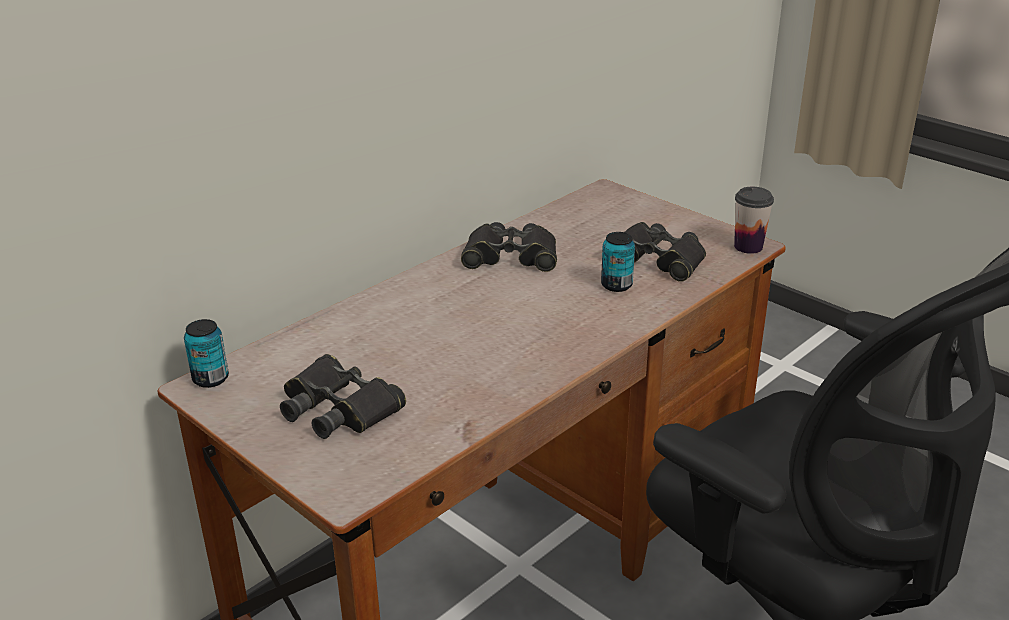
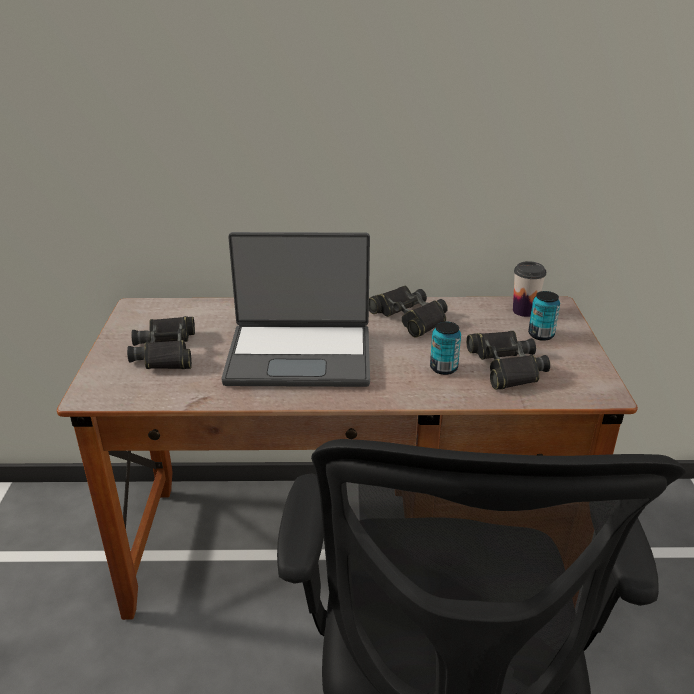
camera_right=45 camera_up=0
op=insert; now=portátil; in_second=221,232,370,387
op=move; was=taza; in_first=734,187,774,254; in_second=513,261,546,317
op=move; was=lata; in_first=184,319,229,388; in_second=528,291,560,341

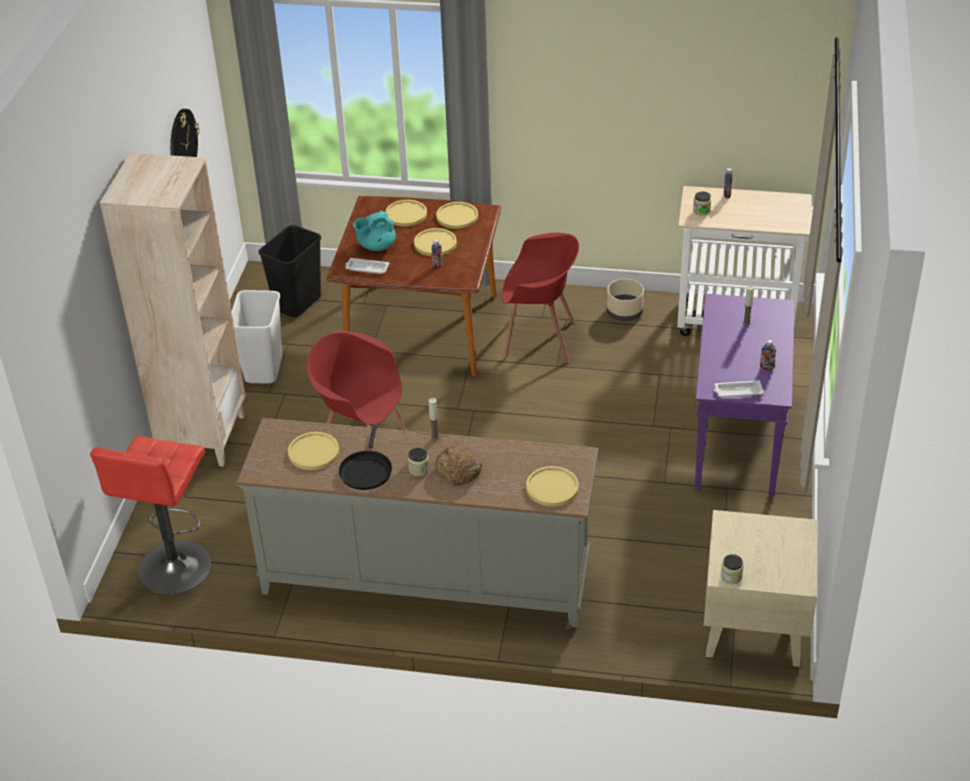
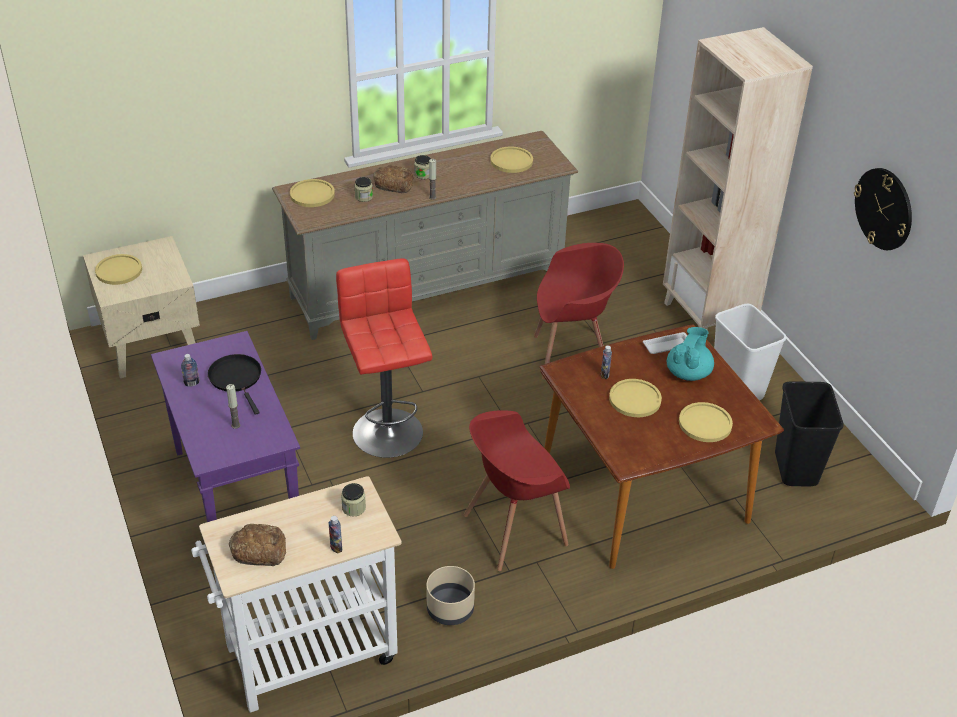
camera_right=145 camera_up=0
op=move; was=plato (amarillo); in_first=436,202,478,229; in_second=95,254,142,285
op=move; was=sartén (negro); in_first=339,425,392,490; in_second=208,354,261,415
op=insert; now=pan; in_second=229,524,286,566
op=move; was=taburete (rojo); in_first=90,436,211,594; in_second=336,258,432,458
op=move; was=tarro; in_first=721,554,744,584; in_second=354,177,373,202
op=delete; was=bandeja (blanco); in_first=714,380,764,397

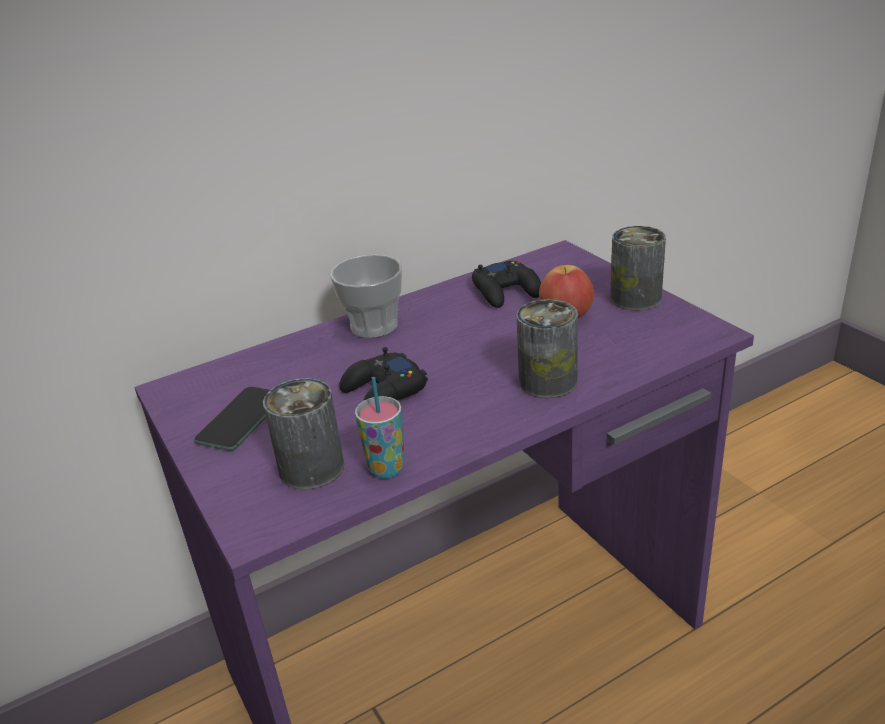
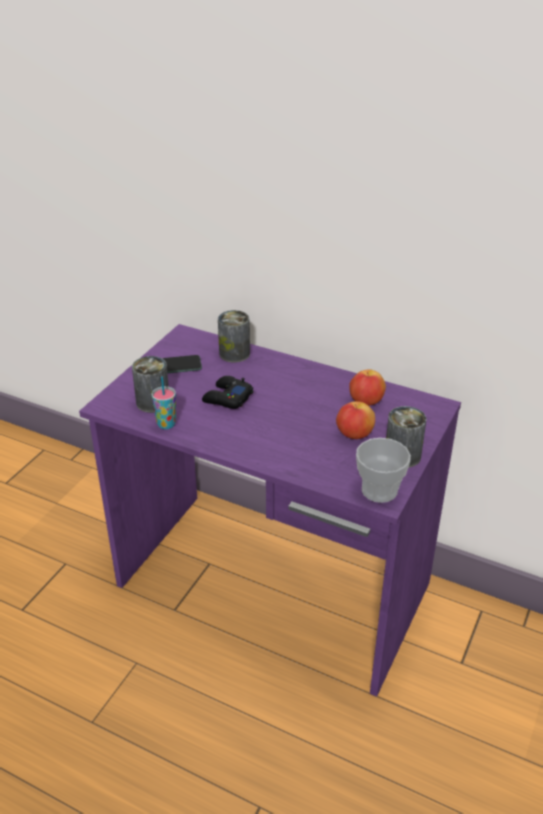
camera_right=55 camera_up=5
op=move; was=lata; in_first=516,299,578,398; in_second=218,310,250,362
op=replace; was=mando de consola (negro); now=manzana; in_first=472,260,541,308; in_second=349,369,386,406
op=move; was=taza; in_first=330,255,402,338; in_second=356,438,411,503

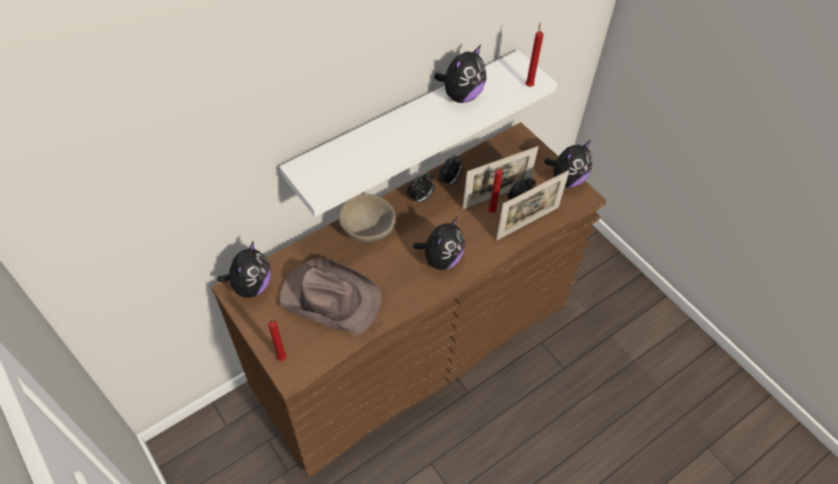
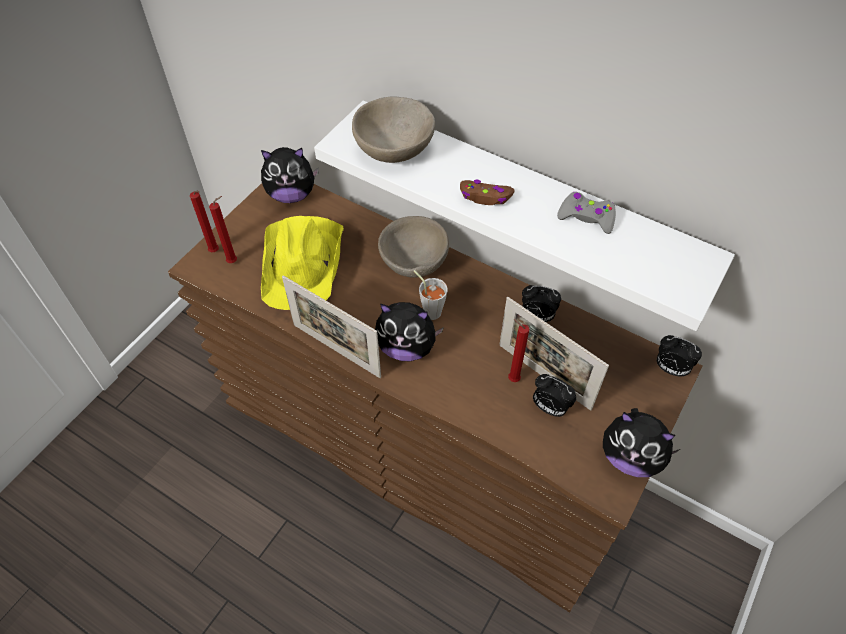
camera_right=70 camera_up=0
op=move; was=vela (rojo); in_first=526,22,544,87; in_second=209,196,237,263
op=recolor; was=sombrero (marrón); now=sombrero (amarillo); in_first=279,258,382,336; in_second=261,216,344,310
op=move; was=portarretratos; in_first=496,170,569,241; in_second=282,275,381,378
op=insert; now=cuenco (beis); in_second=352,97,435,163
op=insert; now=taza (gris); in_second=413,270,447,320
op=insert; now=mando de consola (marrón); in_second=460,179,515,205
op=replace; was=peluche; now=mando de consola (gris); in_first=434,45,486,103; in_second=557,192,616,234
op=move; was=despertador; in_first=407,173,434,204; in_second=657,335,702,376

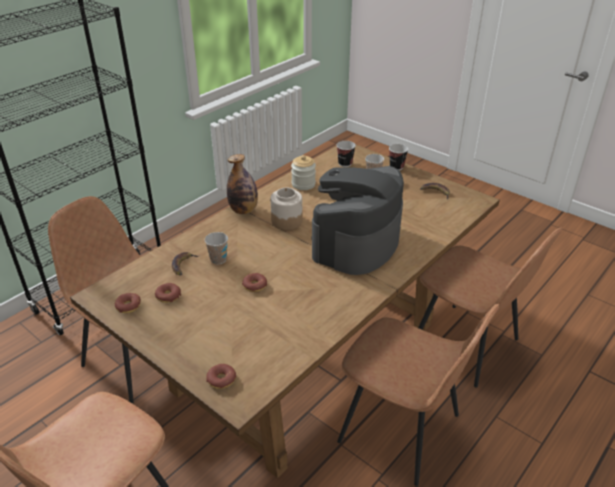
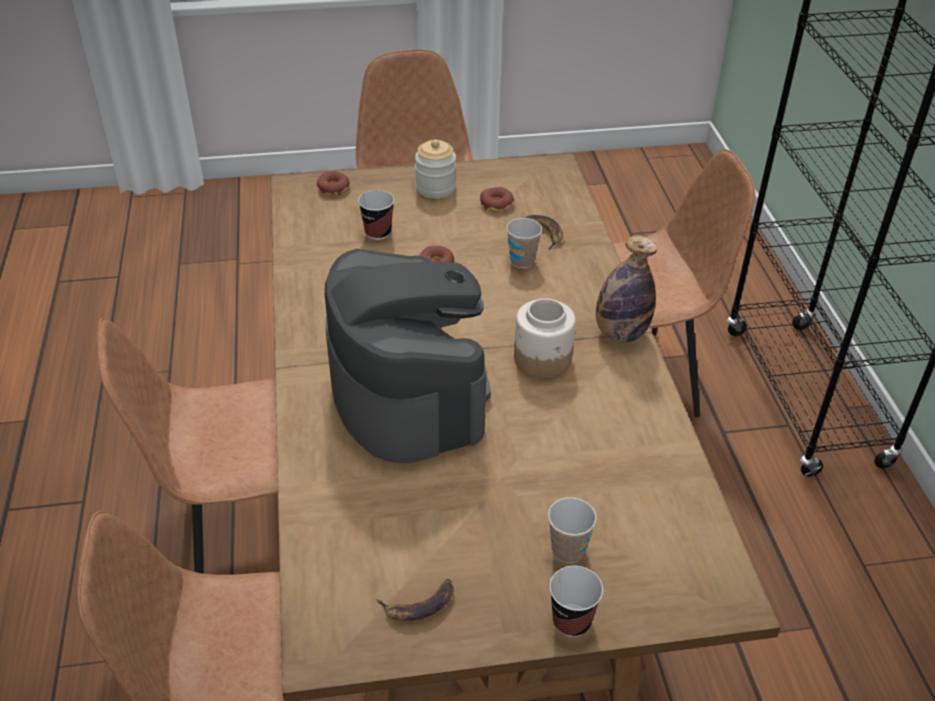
camera_right=130 camera_up=5
op=move; was=taza; in_first=337,141,356,167; in_second=358,190,394,240
op=move; was=tarro; in_first=291,155,316,190; in_second=415,140,456,199
op=delete; was=rosquilla; in_first=115,293,141,313

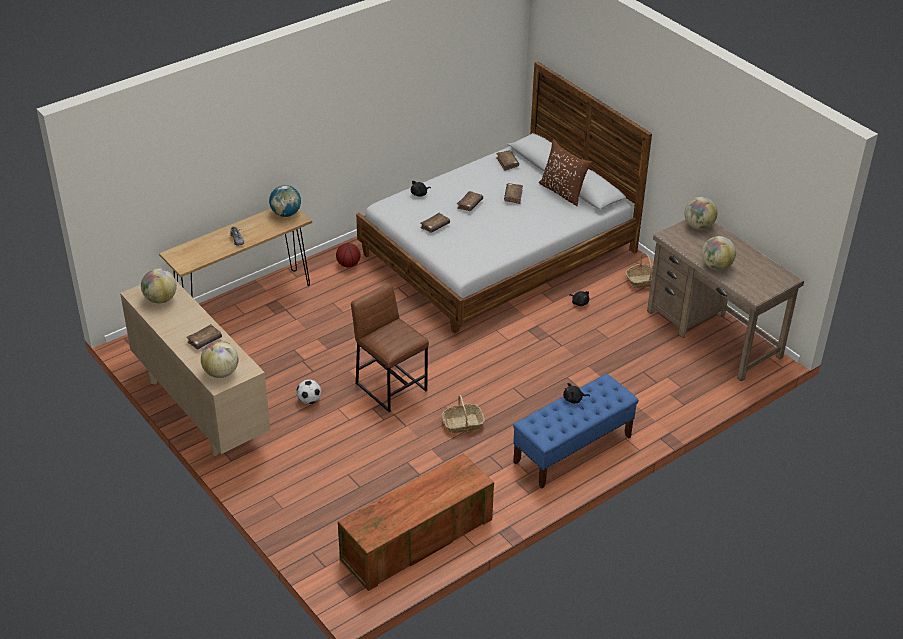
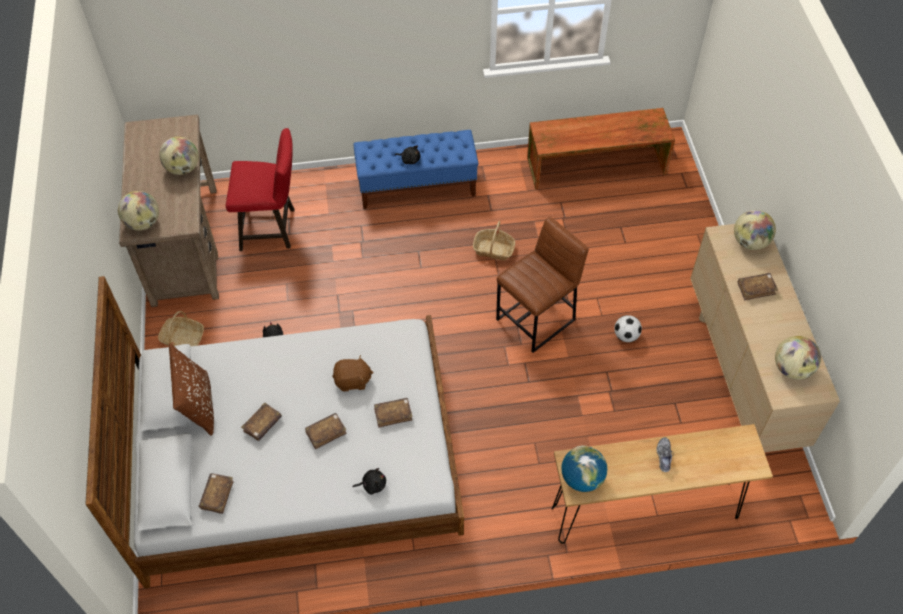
camera_right=-150 camera_up=15
op=insert; now=taburete (rojo); in_second=226,128,295,251
op=insert; now=peluche (marrón); in_second=332,355,374,392
op=rotate; was=silla (marrón); in_first=351,283,429,412; in_second=496,217,589,353; clockwise=-120
op=delete; was=balón de baloncesto; in_first=336,243,360,268

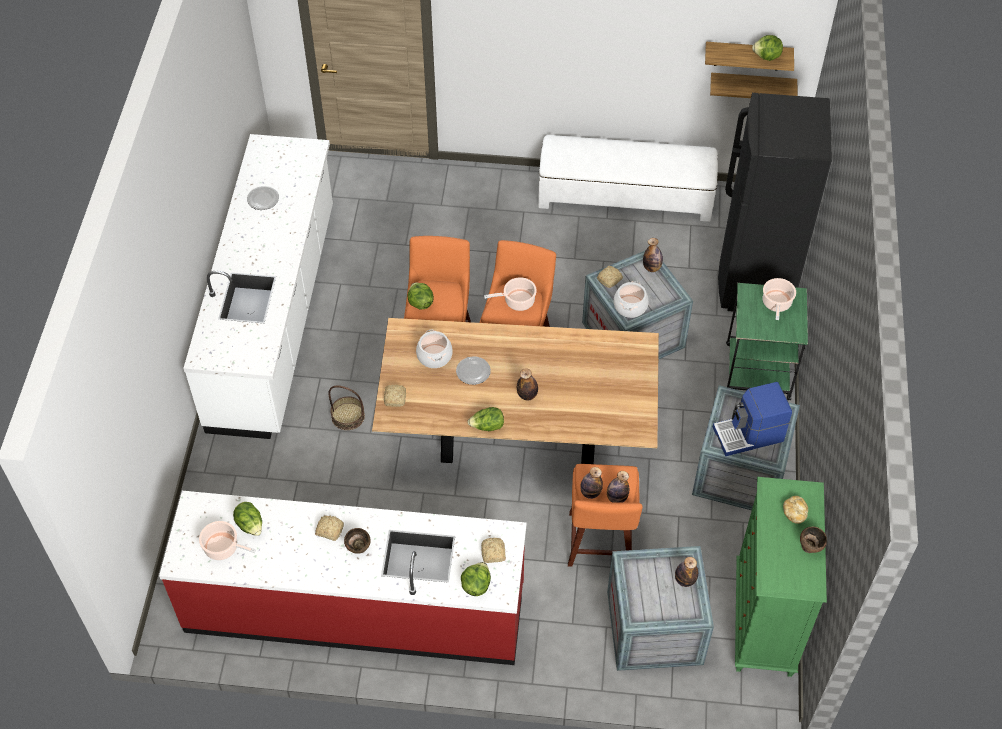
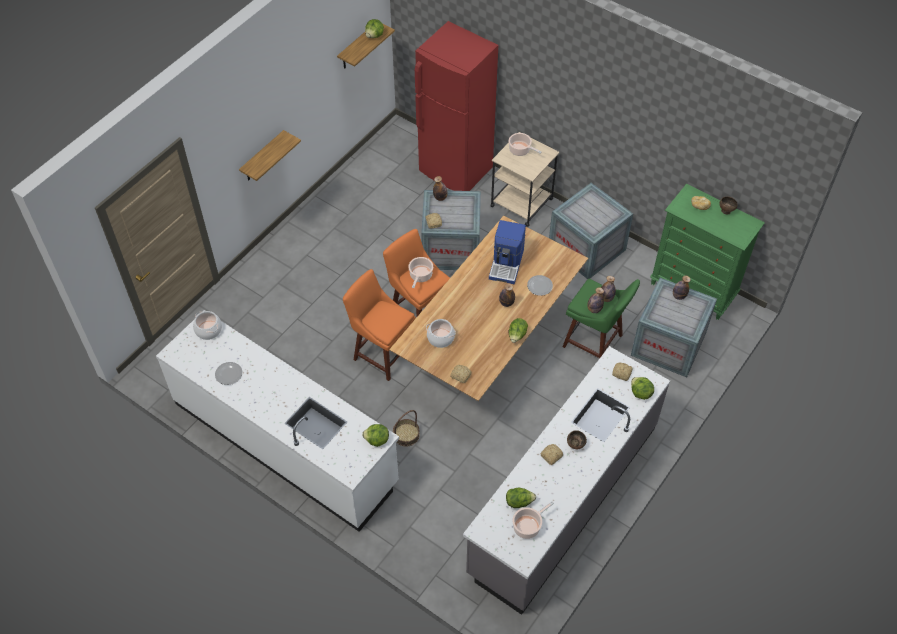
camera_right=-60 camera_up=0
op=move; was=olla; in_first=614,281,649,318; in_second=193,311,222,340
op=move; was=estante; in_first=710,73,798,98; in_second=239,130,301,181
op=move; was=lechuga; in_first=407,283,434,309; in_second=362,424,389,447
op=recolor; was=nevera (negro); now=nevera (rojo); in_first=718,93,832,311; in_second=415,21,498,191
op=recolor; was=mueble bajo de cocina (rojo); now=mueble bajo de cocina (gris); in_first=159,491,527,665; in_second=463,346,670,615
op=move; was=cafetera; in_first=713,382,792,456; in_second=489,220,526,284
op=recolor; was=carrito (verde); now=carrito (beis); in_first=726,283,808,400; in_second=490,132,559,227
op=move; was=plato; in_first=456,356,491,385; in_second=527,275,553,296
op=recolor; was=taburete (naranja); now=taburete (verde); in_first=568,464,643,567; in_second=562,279,640,359
op=delete; was=banco (blanco); in_first=538,135,718,222

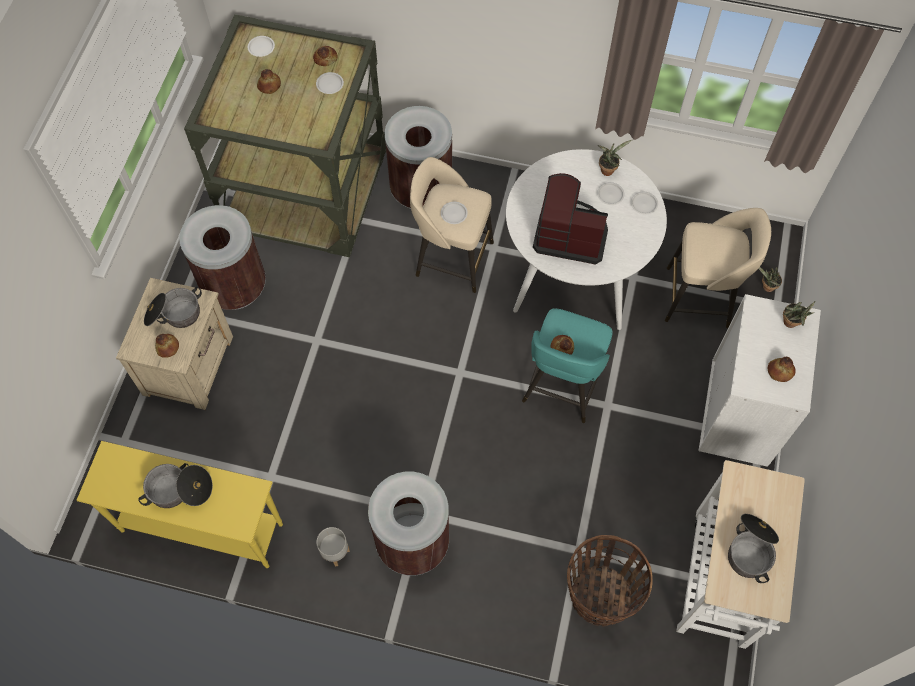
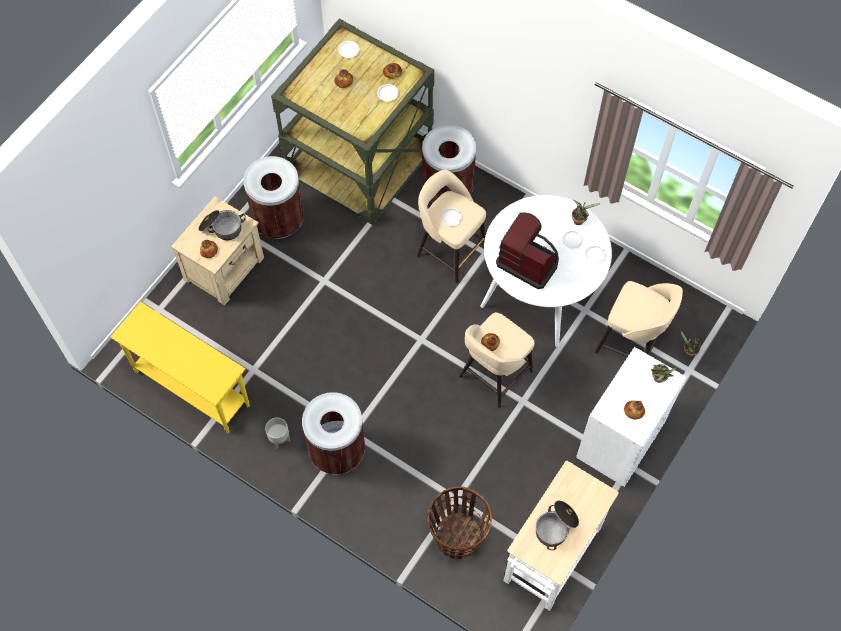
camera_right=20 camera_up=0
op=recolor; was=taburete (turquesa); now=taburete (beis); in_first=522,308,613,423; in_second=459,312,534,408
op=delete; was=olla; in_first=138,463,213,508

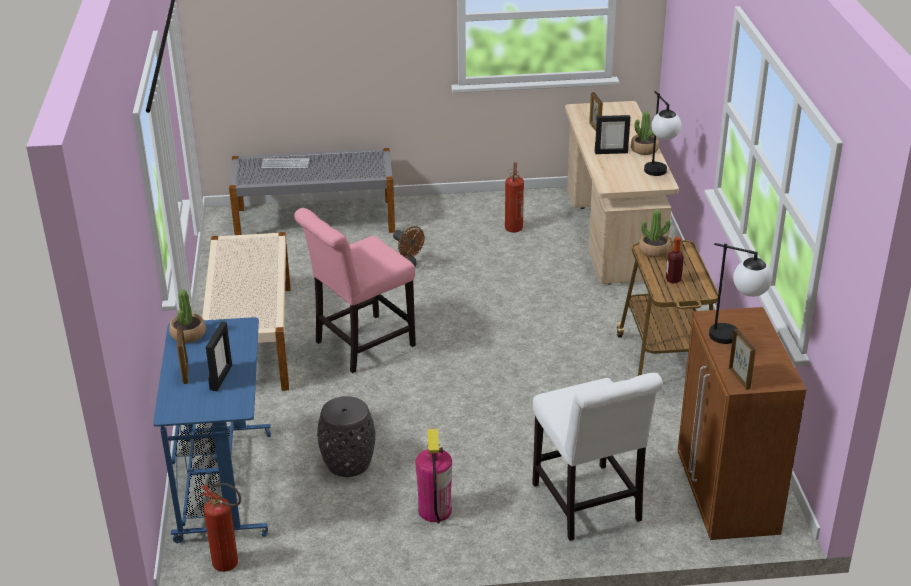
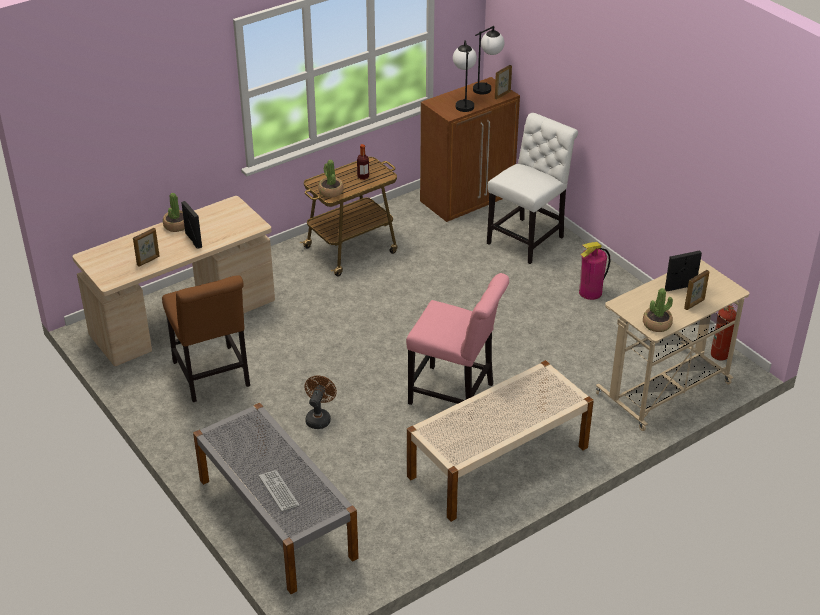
camera_right=-120 camera_up=5
op=replace; was=extintor; now=silla (marrón); in_first=505,162,524,233; in_second=162,275,250,402
op=move; was=lámpara de mesa; in_first=644,91,681,176; in_second=473,26,504,95
op=recolor; was=escritorio (azul); now=escritorio (beis); in_first=153,317,271,543; in_second=596,260,749,431
op=delete; was=taburete (gris); in_first=317,396,376,477

